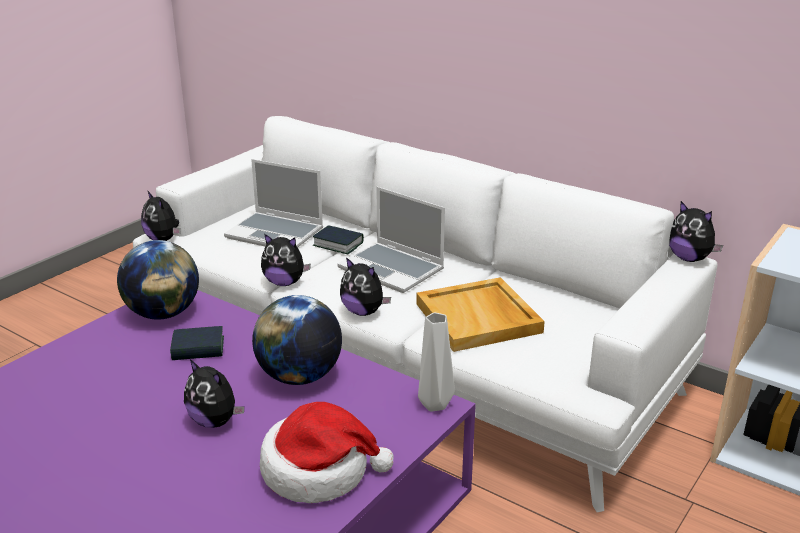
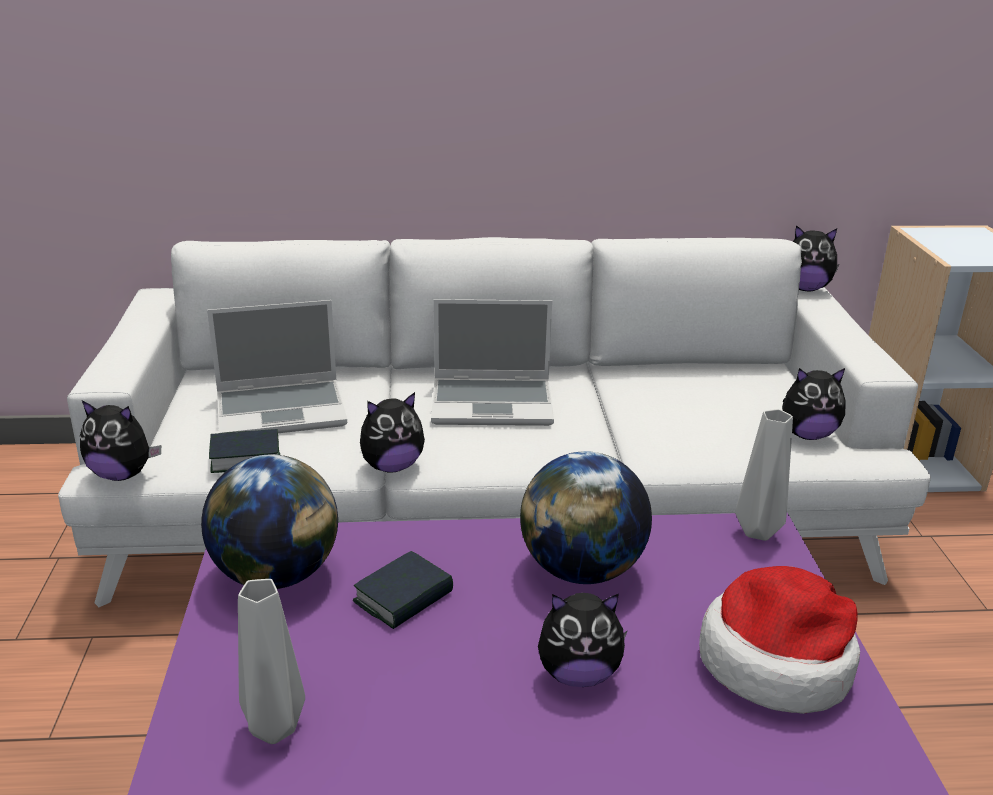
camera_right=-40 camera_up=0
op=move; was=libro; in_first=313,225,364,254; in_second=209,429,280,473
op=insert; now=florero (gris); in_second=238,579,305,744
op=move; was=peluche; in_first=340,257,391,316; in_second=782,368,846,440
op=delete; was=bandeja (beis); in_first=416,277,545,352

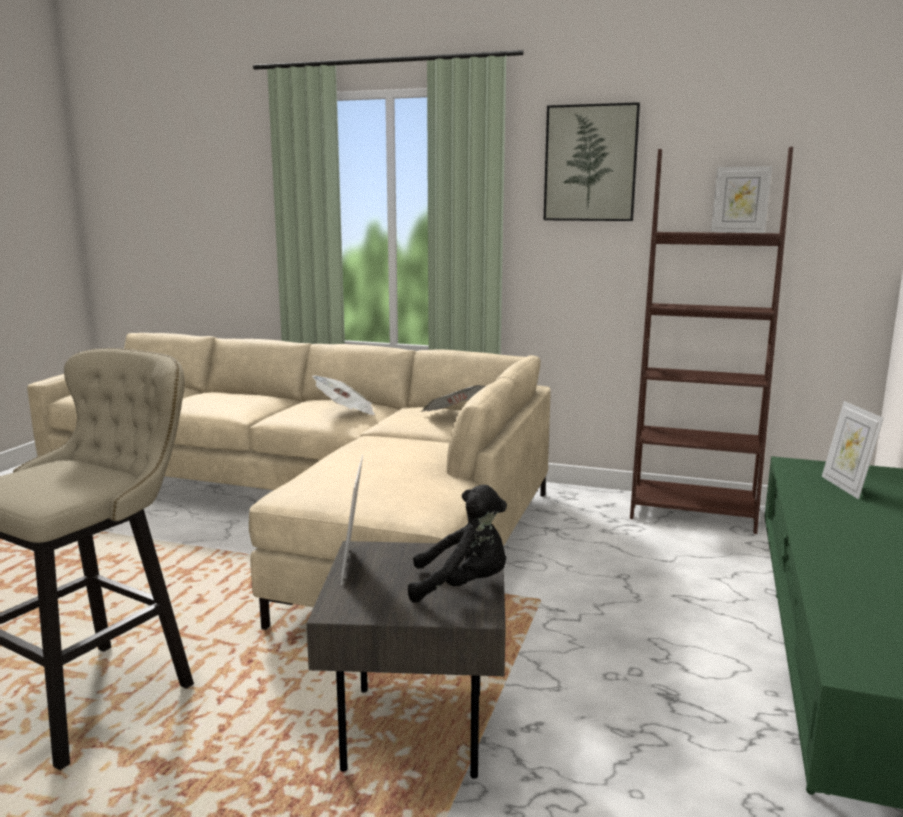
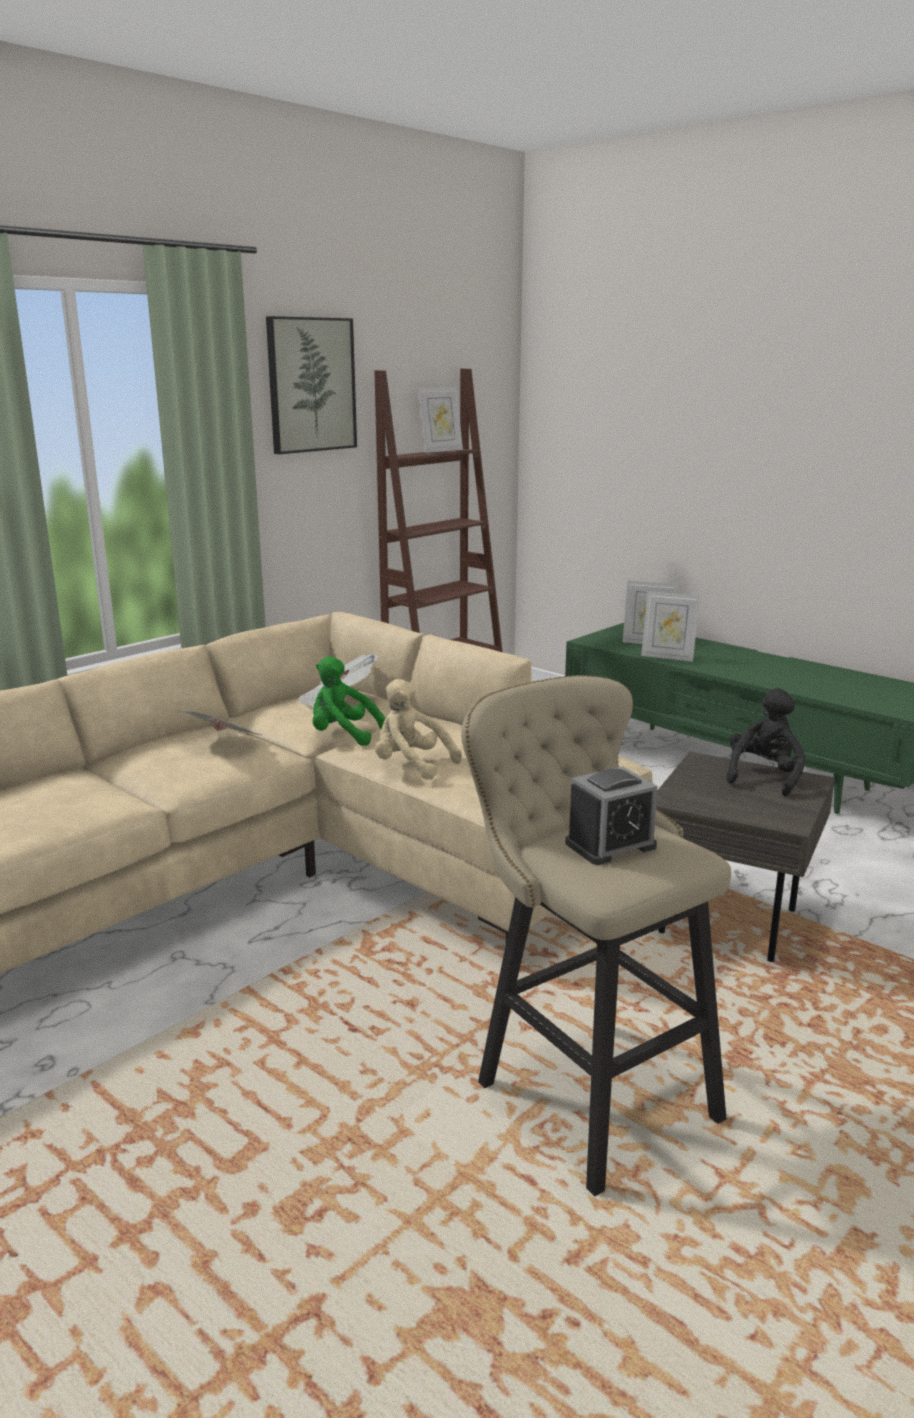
camera_right=-65 camera_up=5
op=insert; now=peluche (verde); in_second=312,657,386,746
op=insert; now=peluche (beis); in_second=375,679,462,780
op=insert; now=despertador; in_second=565,767,658,865
op=move; was=portarretratos; in_first=341,455,363,585; in_second=641,591,700,662

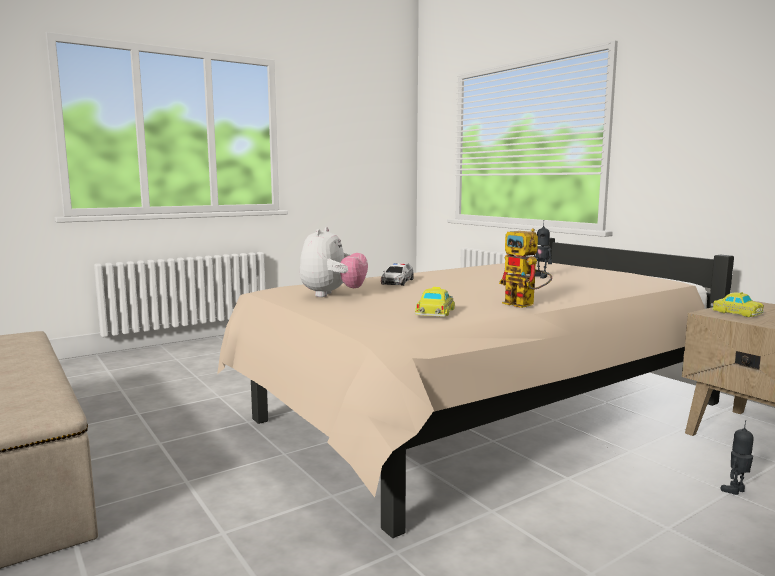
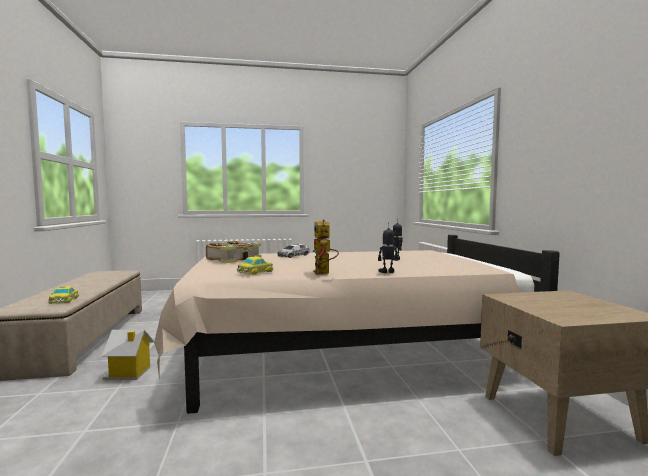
camera_right=25 camera_up=-5
op=move; was=coche de juguete; in_first=711,292,764,317; in_second=48,286,79,304
op=insert; now=casita; in_second=102,330,154,380
op=replace; was=peluche; now=libro; in_first=300,227,368,297; in_second=206,241,261,263
op=move; was=robot de juguete; in_first=720,420,753,495; in_second=378,225,398,273

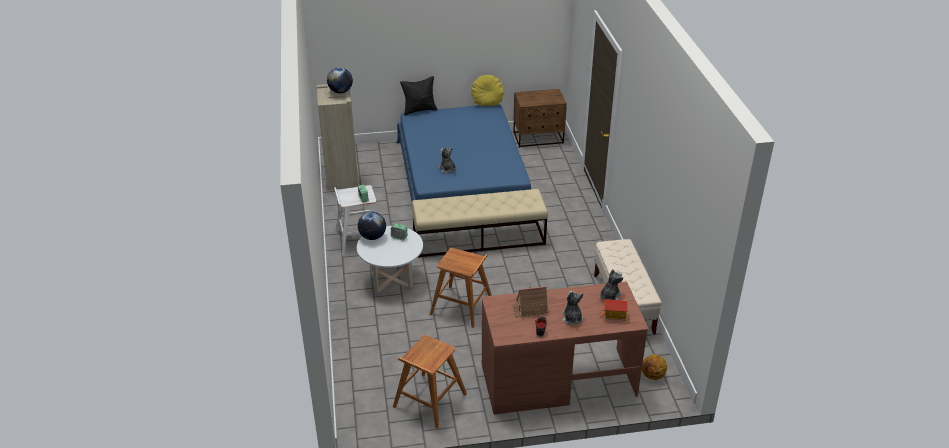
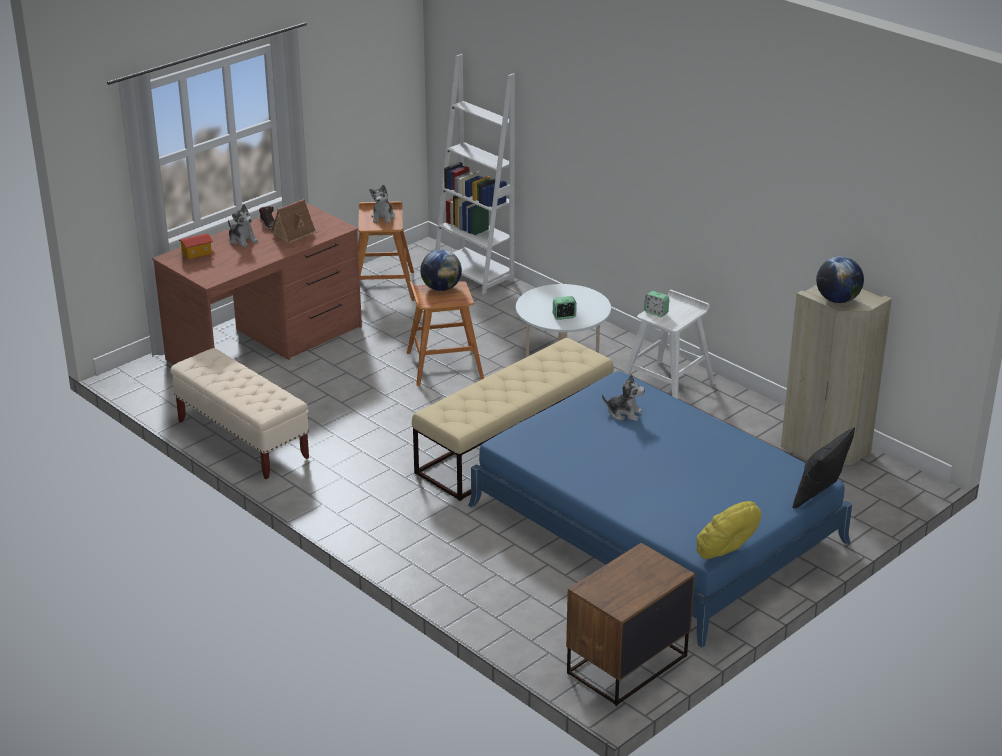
camera_right=145 camera_up=-5
op=move; was=peluche; in_first=600,269,623,300; in_second=369,185,395,223
op=move; was=globo terráqueo; in_first=358,212,386,240; in_second=420,250,462,291
op=insert; now=estantería (blanco); in_second=435,54,515,294
op=delete; was=balón de baloncesto; in_first=642,355,667,380

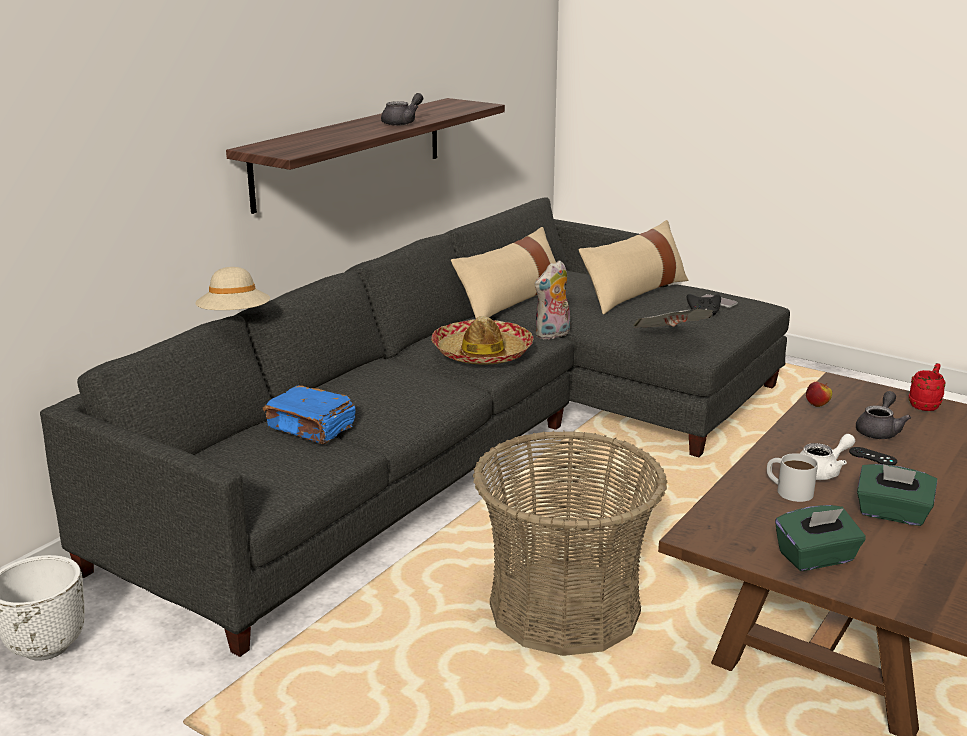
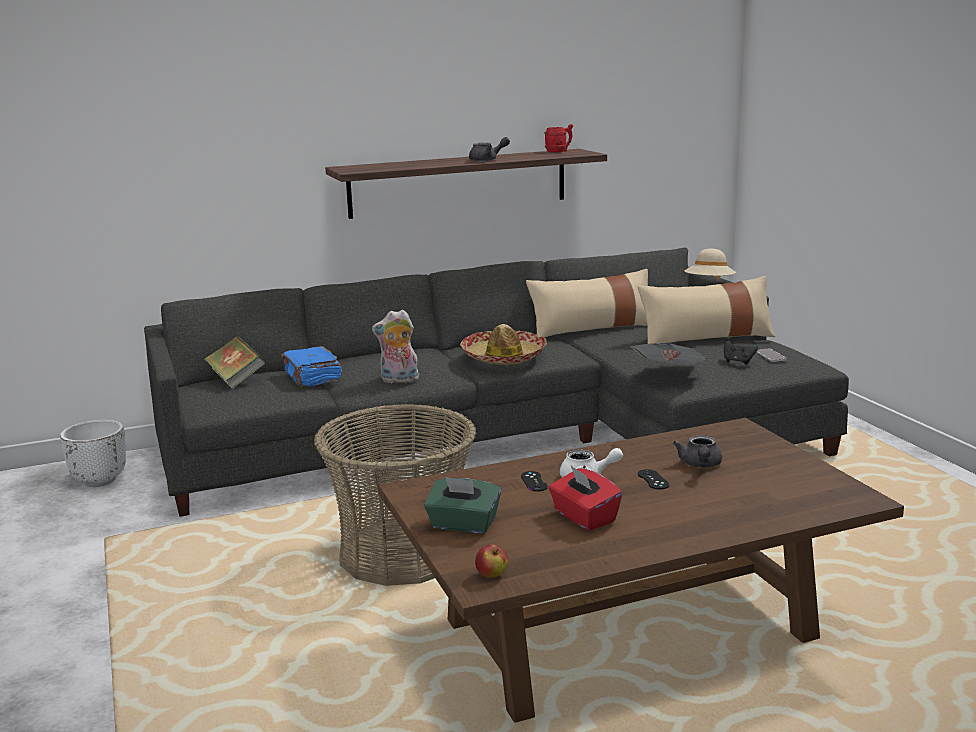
camera_right=35 camera_up=-5
op=insert; now=libro; in_second=204,336,266,389
op=move; was=peluche; in_first=535,260,570,339; in_second=372,309,419,383
op=move; was=manzana; in_first=806,382,832,407; in_second=475,544,509,578
op=replace; was=taza grande (blanco); now=mando de consola (negro); in_first=767,453,818,502; in_second=521,471,548,492
op=move; was=taza grande (rojo); in_first=909,363,946,411; in_second=544,124,573,152
op=recolor; was=caja de pañuelos (verde); now=caja de pañuelos (rojo); in_first=857,464,937,526; in_second=549,466,622,531
op=rotate; was=tetera (gris); in_first=856,391,911,439; in_second=673,435,722,468; clockwise=120
op=move; was=sombrero (beis); in_first=196,267,270,310; in_second=684,249,736,279

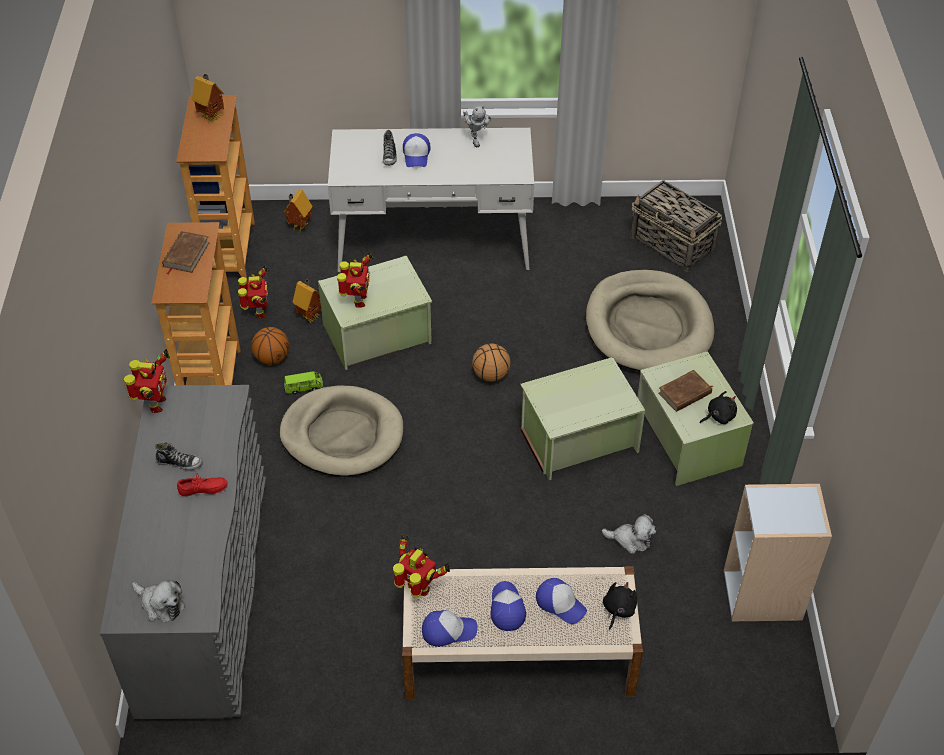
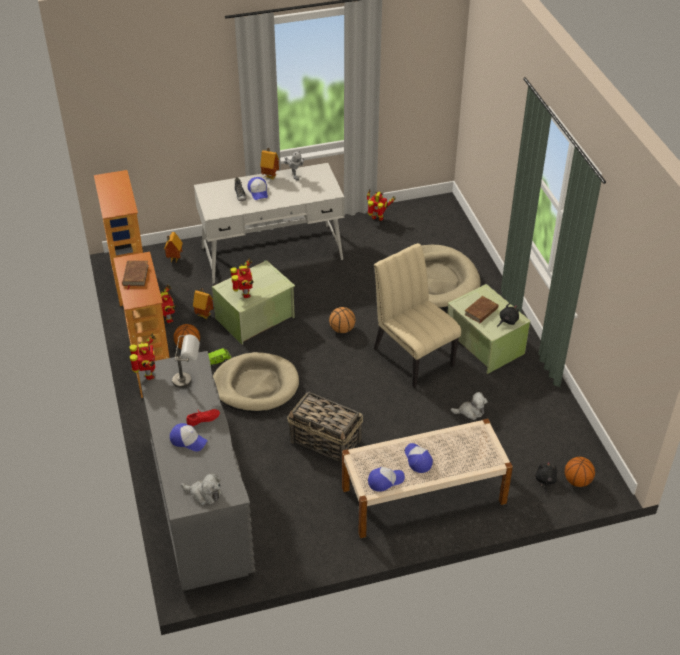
camera_right=-15 camera_up=-5
op=move; was=gorra; in_first=536,578,587,624; in_second=170,423,207,452
op=insert; now=lámpara de mesa (gris); in_second=172,335,200,388
op=move; was=casita; in_first=192,74,224,122; in_second=260,148,279,180
op=move; was=cesta; in_first=630,180,722,272; in_second=287,392,363,465
op=move; was=robot de juguete; in_first=393,535,450,598; in_second=367,190,396,221
op=replace; was=caja de almacenaje (verde); now=silla (beis); in_first=520,357,645,480; in_second=374,243,461,388
op=move; was=peluche (negro); in_first=603,582,637,630; in_second=535,462,557,493
op=insert; now=balón de baloncesto; in_second=565,457,595,487
op=delete; was=zapato; in_first=155,442,203,471
op=delete; was=estantería; in_first=723,484,832,621

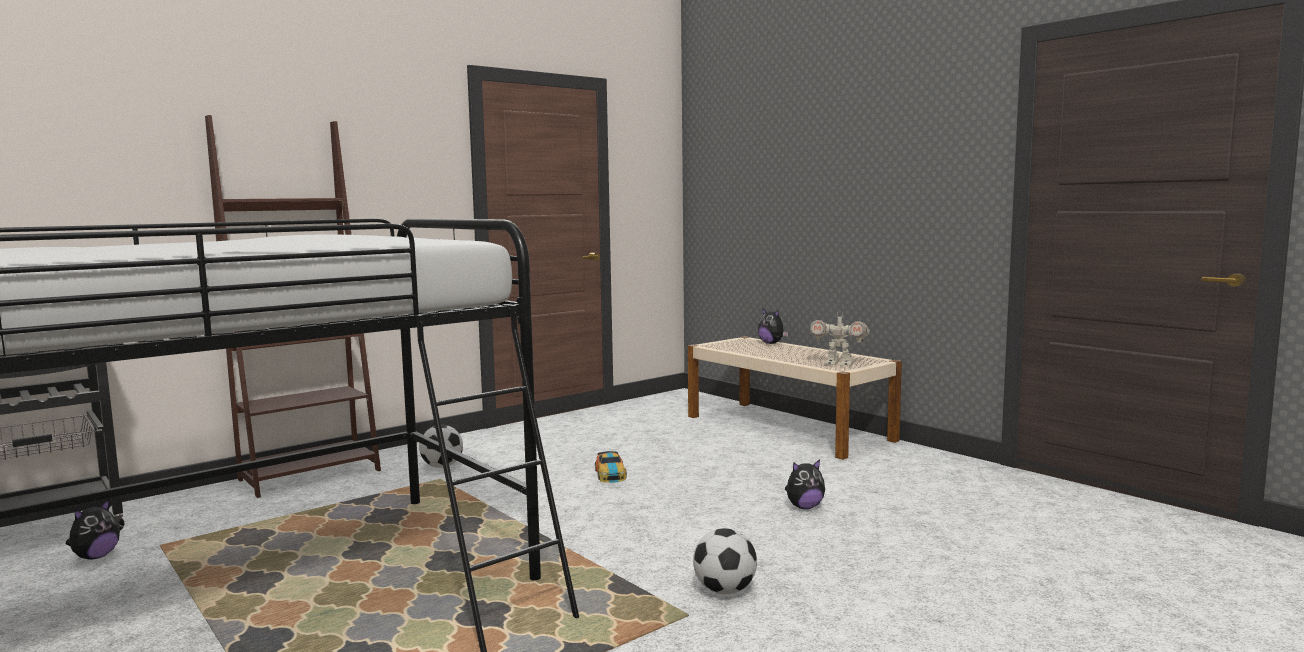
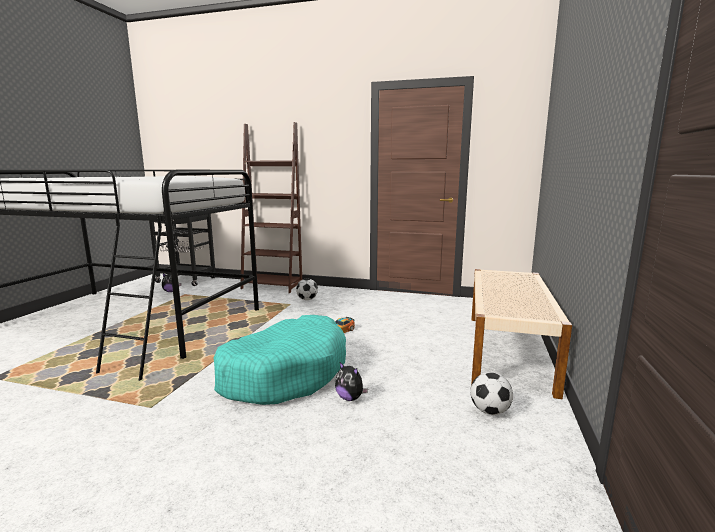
camera_right=55 camera_up=5
op=insert; now=cama para perro (turquesa); in_second=214,315,346,405
op=move; was=balón de fútbol; in_first=693,528,757,594; in_second=470,372,513,415
op=delete; was=peluche; in_first=758,309,788,344
op=delete; was=robot de juguete; in_first=810,311,870,365

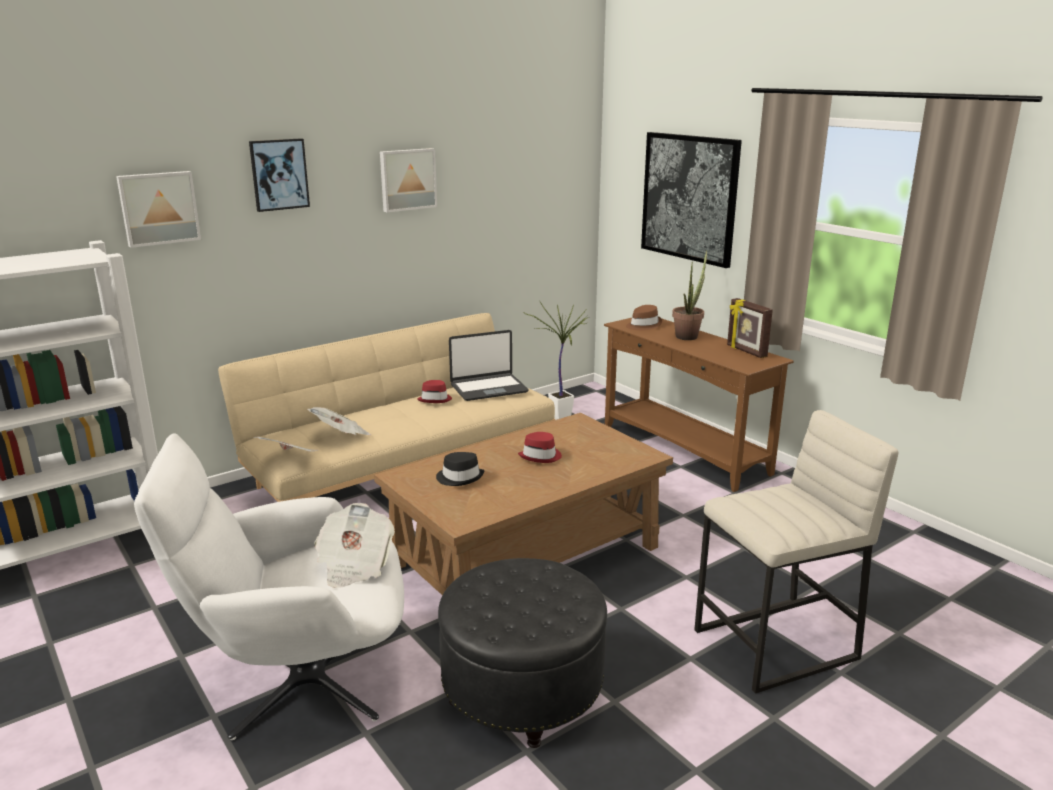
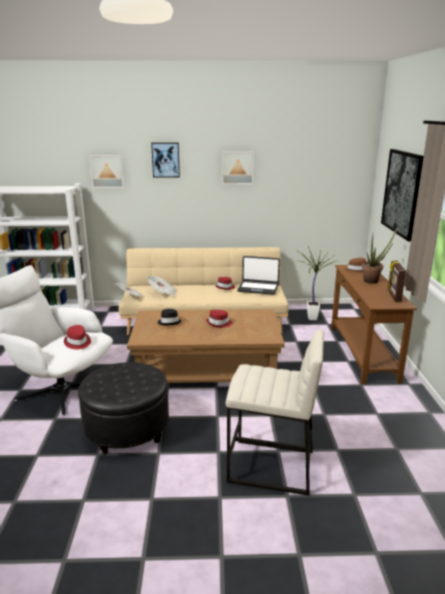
camera_right=35 camera_up=0
op=replace; was=periódico; now=sombrero (rojo); in_first=314,503,395,588; in_second=64,325,91,349

